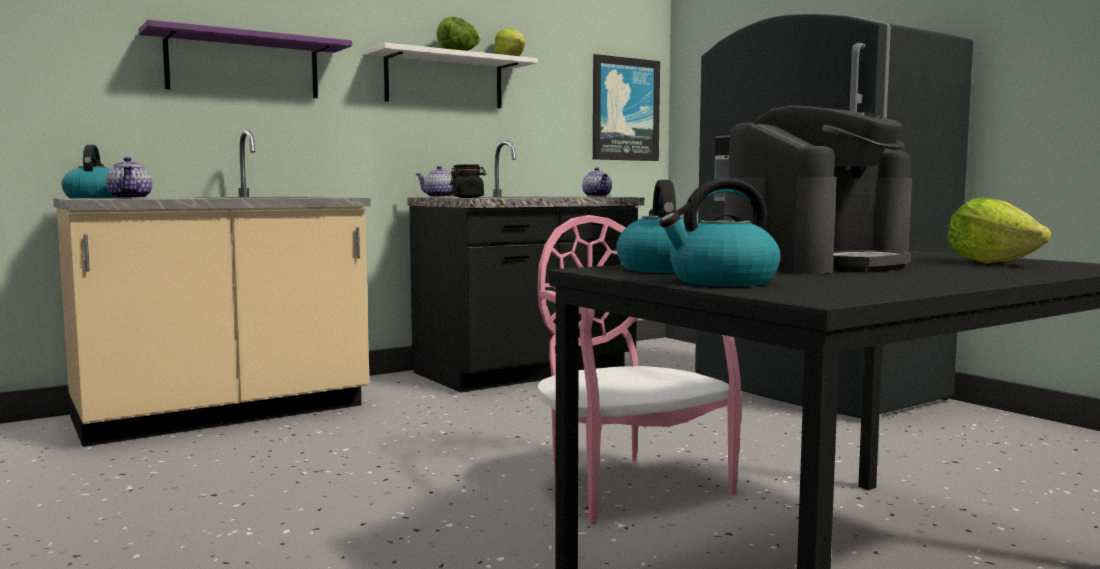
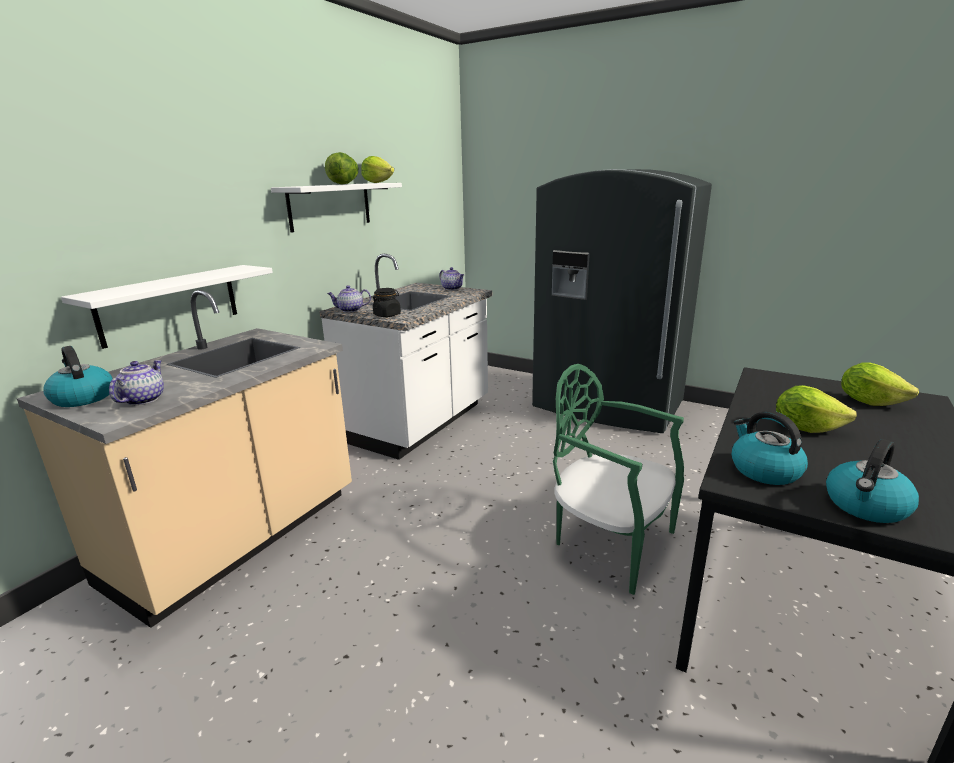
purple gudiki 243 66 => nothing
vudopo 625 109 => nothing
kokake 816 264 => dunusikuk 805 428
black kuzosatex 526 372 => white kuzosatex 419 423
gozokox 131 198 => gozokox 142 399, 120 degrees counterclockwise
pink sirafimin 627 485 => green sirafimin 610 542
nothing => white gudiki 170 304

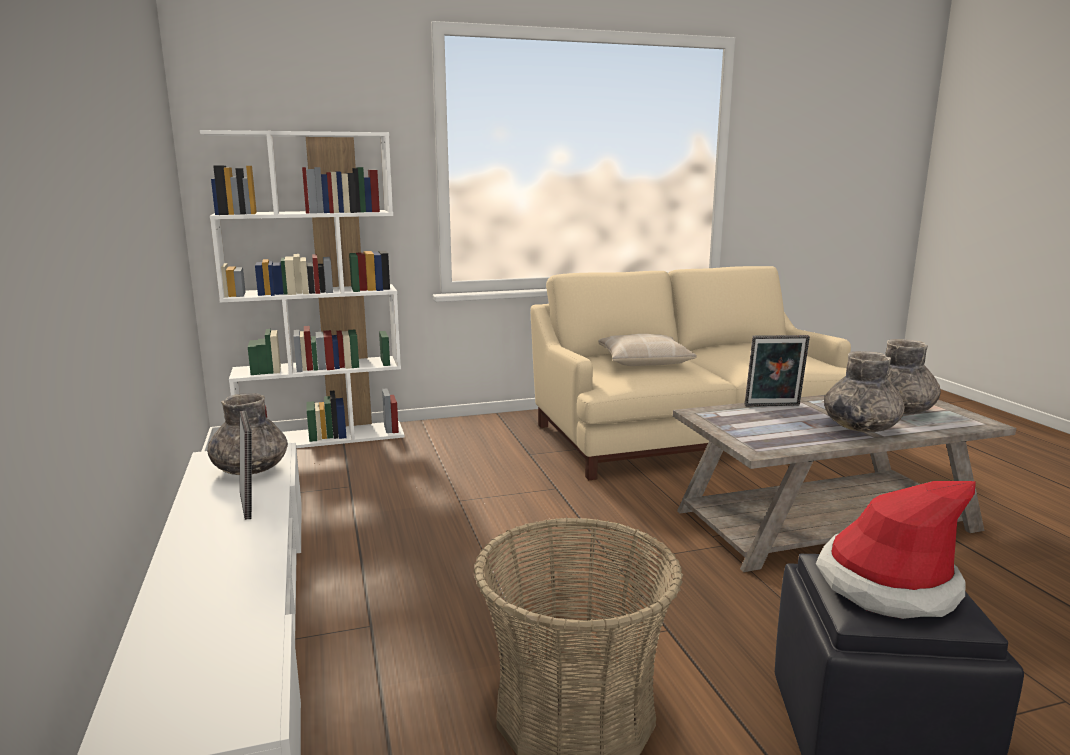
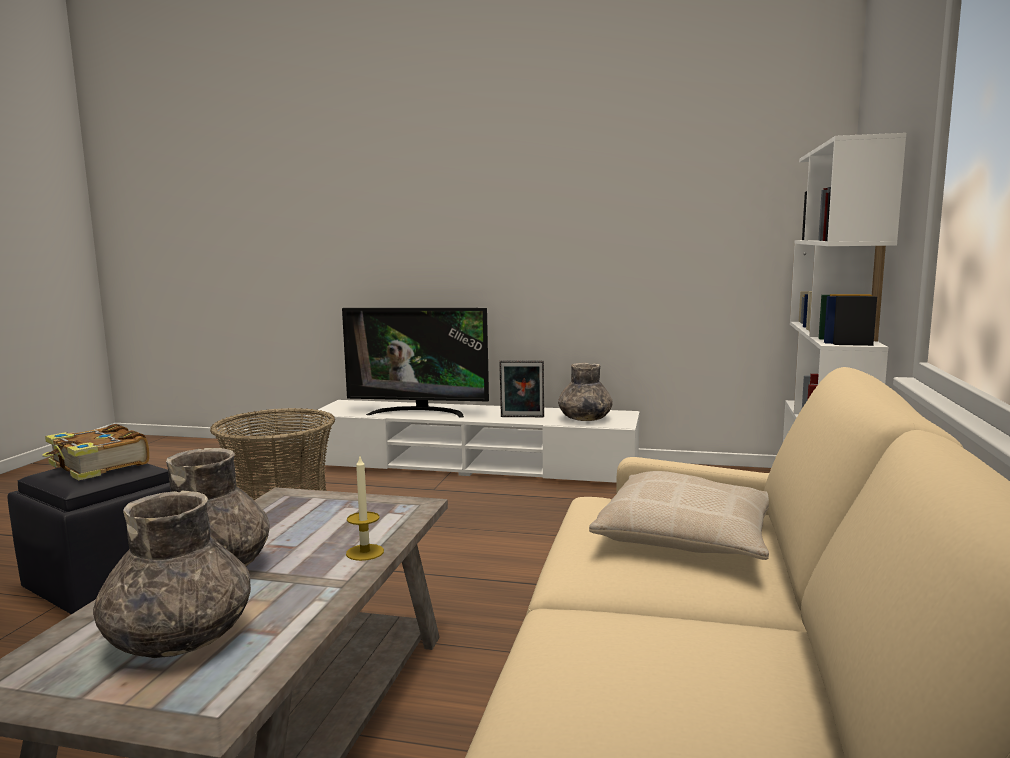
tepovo 773 406 => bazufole 365 552
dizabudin 887 584 => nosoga 98 466
nothing => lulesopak 419 412

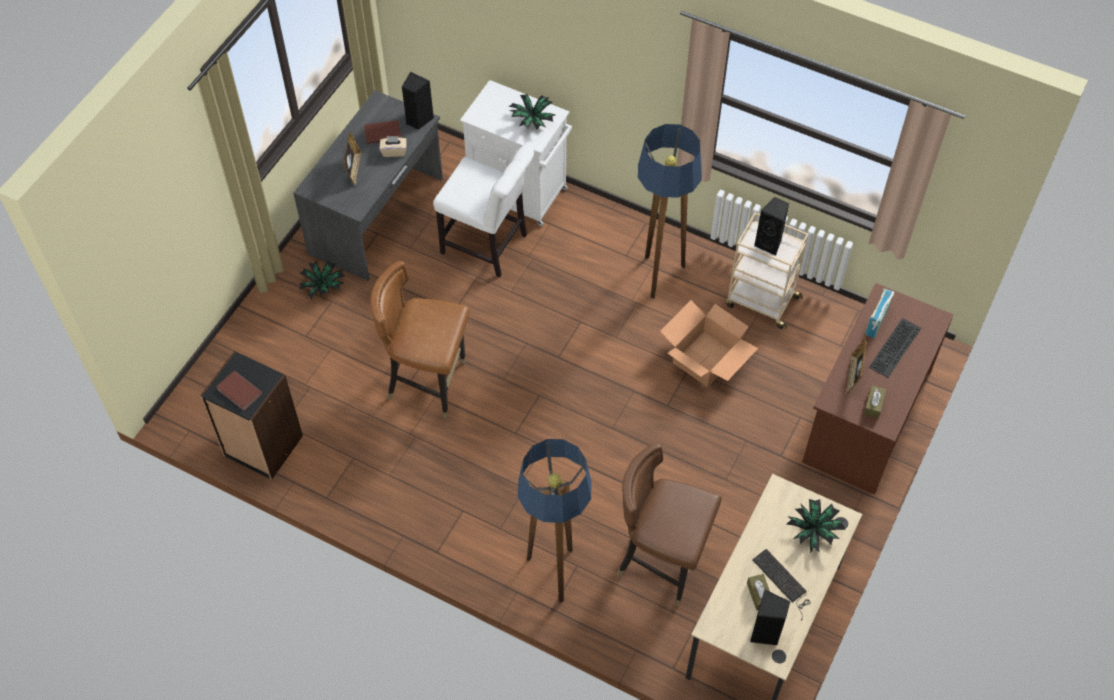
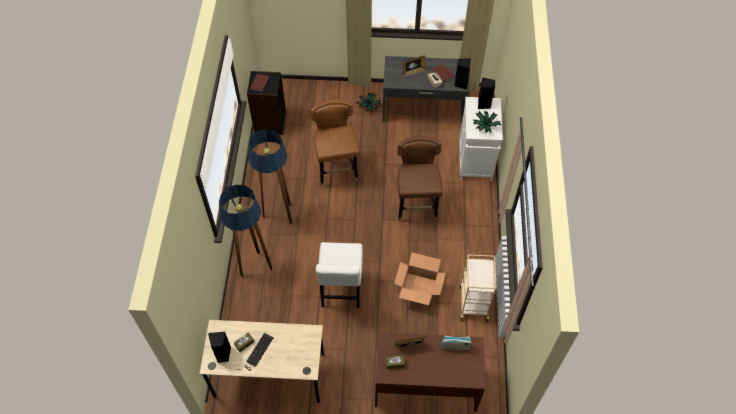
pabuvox 659 278 => pabuvox 278 215, shifted
white sirafimin 488 246 => white sirafimin 341 291, shifted
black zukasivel 769 243 => black zukasivel 484 104, shifted
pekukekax 896 349 => nothing
brown sirafimin 661 562 => brown sirafimin 416 206, shifted
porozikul 814 531 => nothing

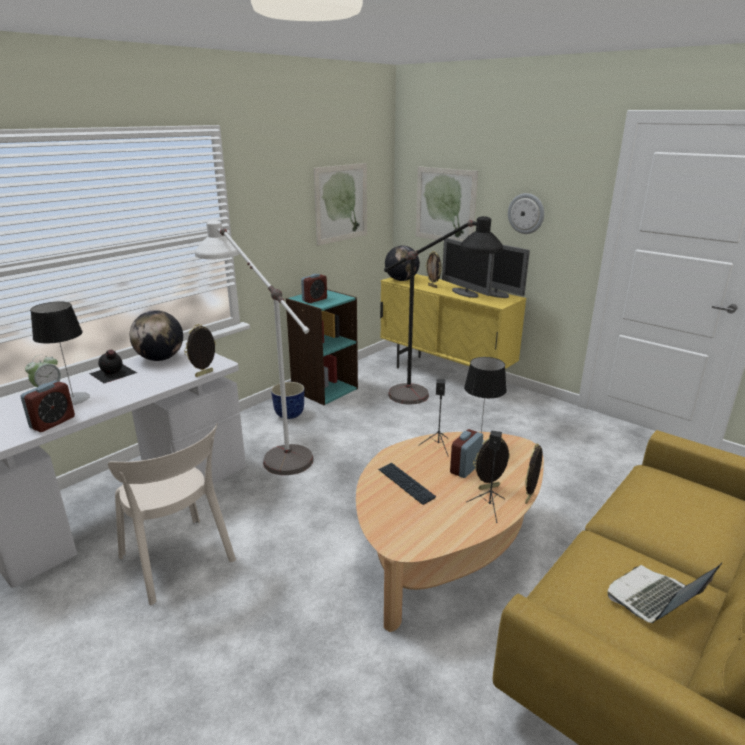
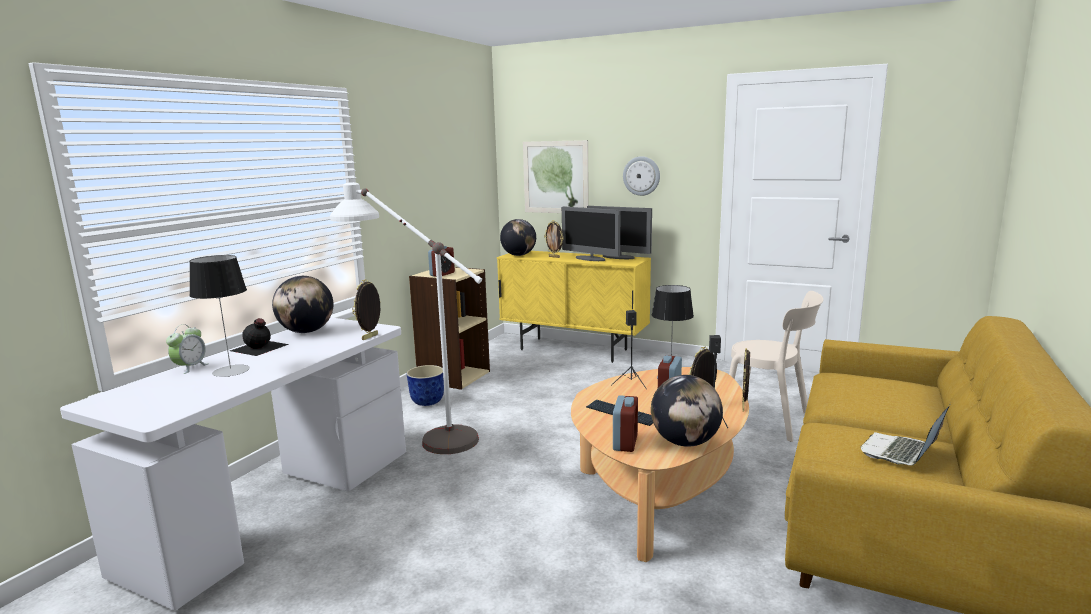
vudopo 341 203 => nothing
black pabuvox 431 404 => nothing
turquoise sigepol 324 389 => beige sigepol 453 376
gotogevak 53 422 => gotogevak 625 442, shifted
beige sirafimin 179 562 => beige sirafimin 770 421, shifted
nothing => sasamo 685 442

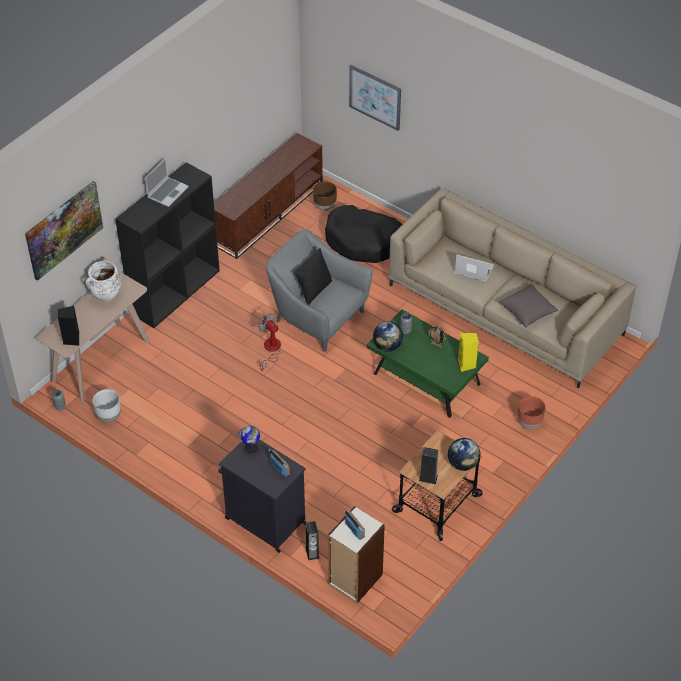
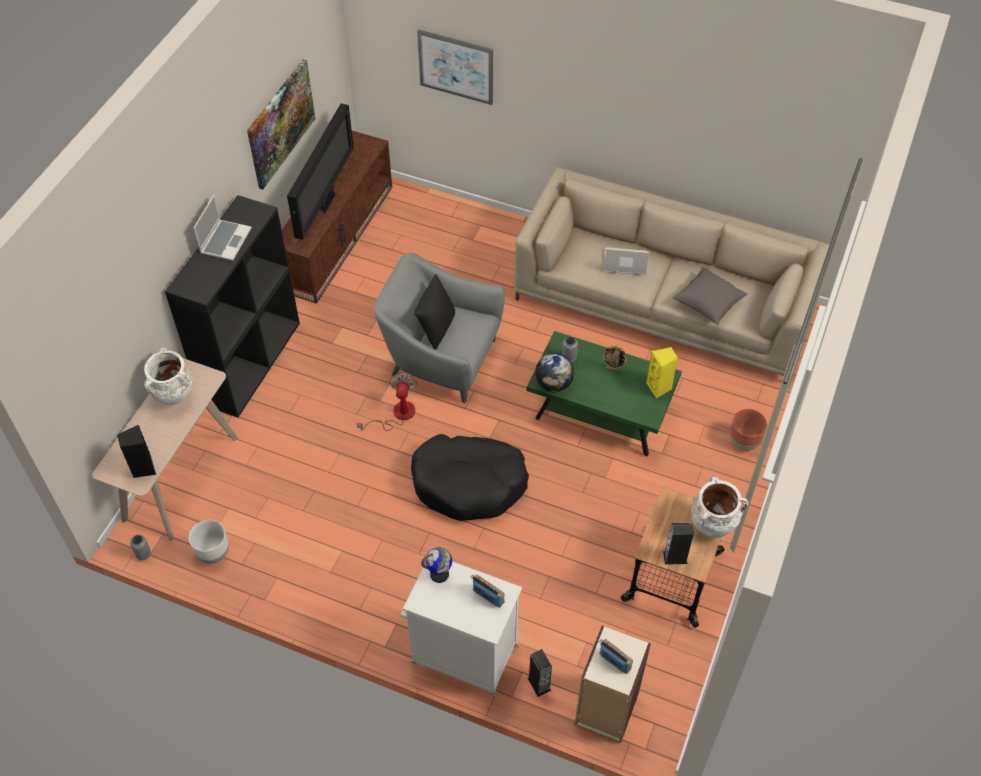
vudopo 64 229 => vudopo 280 123, shifted
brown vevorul 325 206 => nothing
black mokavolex 364 241 => black mokavolex 469 483, shifted
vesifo 270 350 => vesifo 397 415, 60 degrees clockwise
sasamo 463 464 => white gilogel 711 526
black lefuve 264 520 => white lefuve 462 653
nothing => lulesopak 327 201

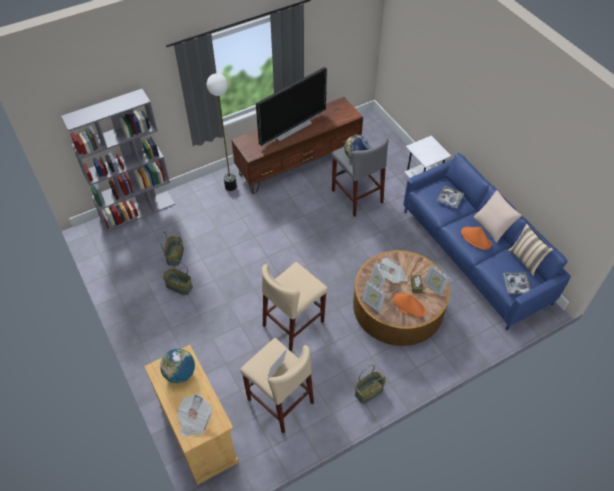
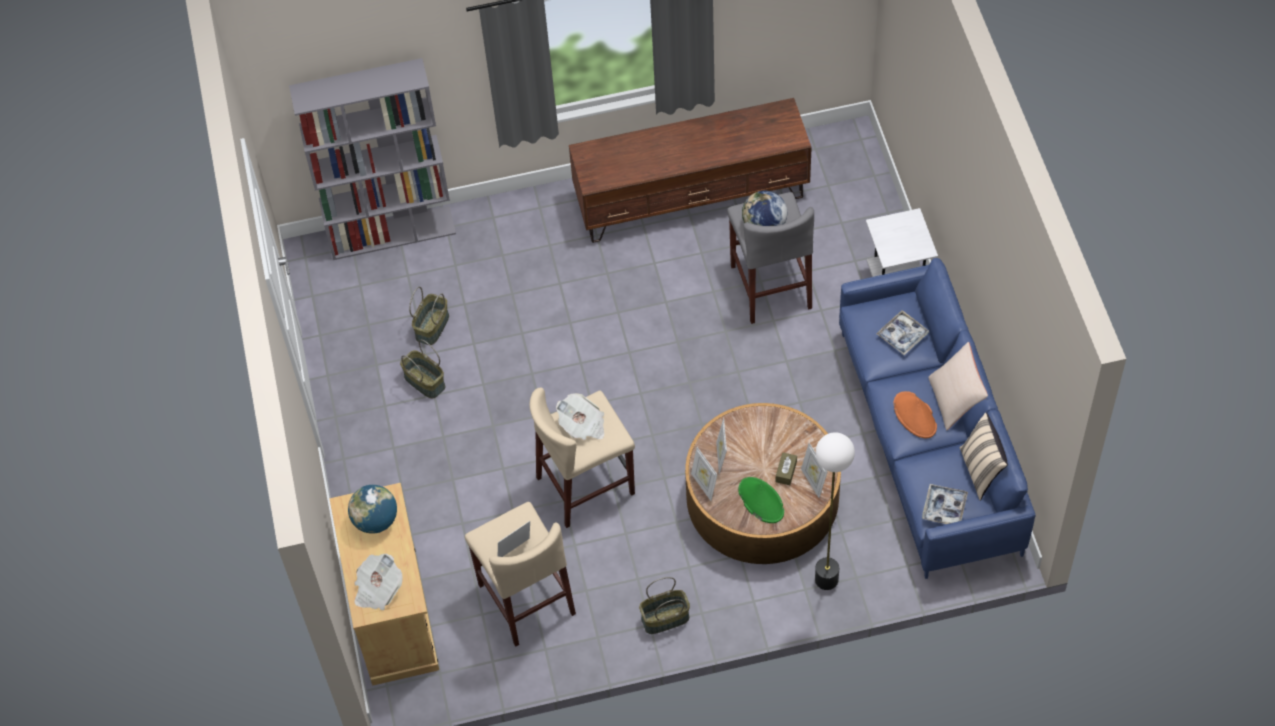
lulesopak 291 129 => nothing
pabuvox 230 186 => pabuvox 826 580, shifted
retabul 392 276 => retabul 582 425, shifted
orange dizabudin 408 305 => green dizabudin 760 500

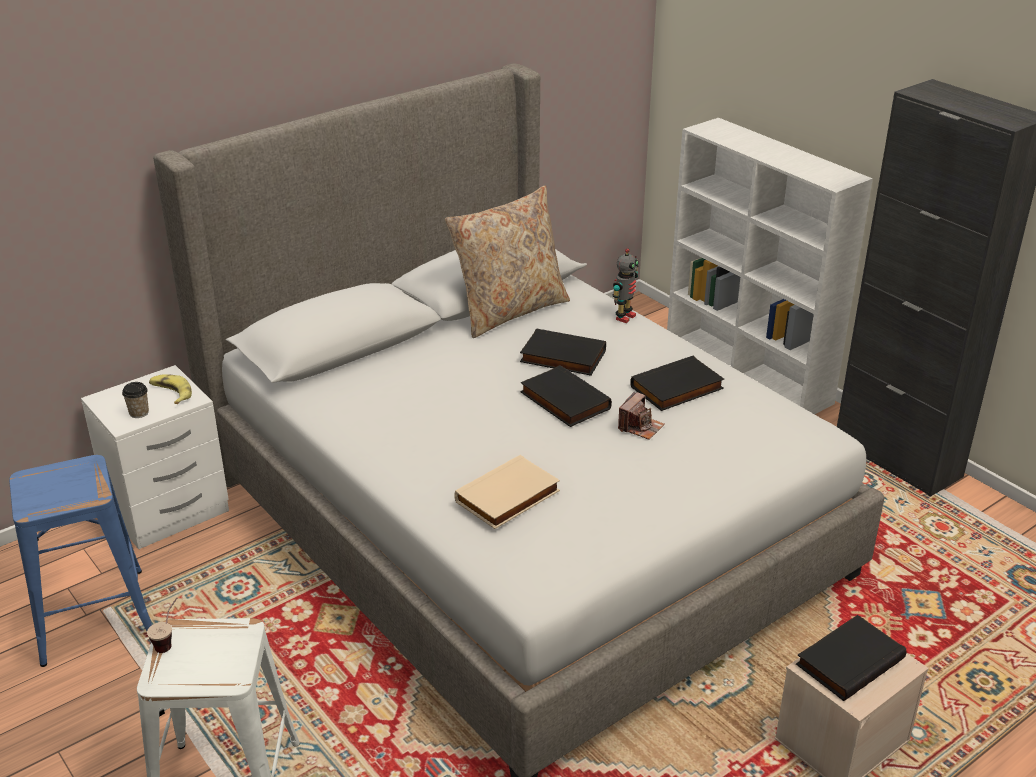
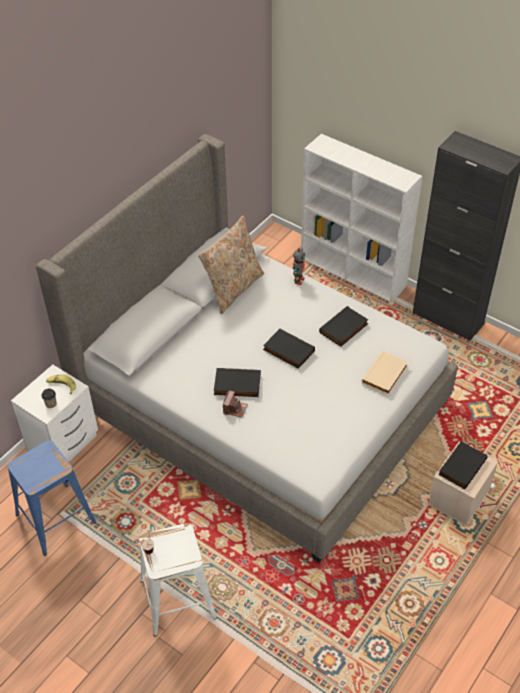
black nosoga 562 357 => black nosoga 237 385, shifted
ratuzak 640 427 => ratuzak 235 409, shifted
beige nosoga 508 498 => beige nosoga 385 375, shifted

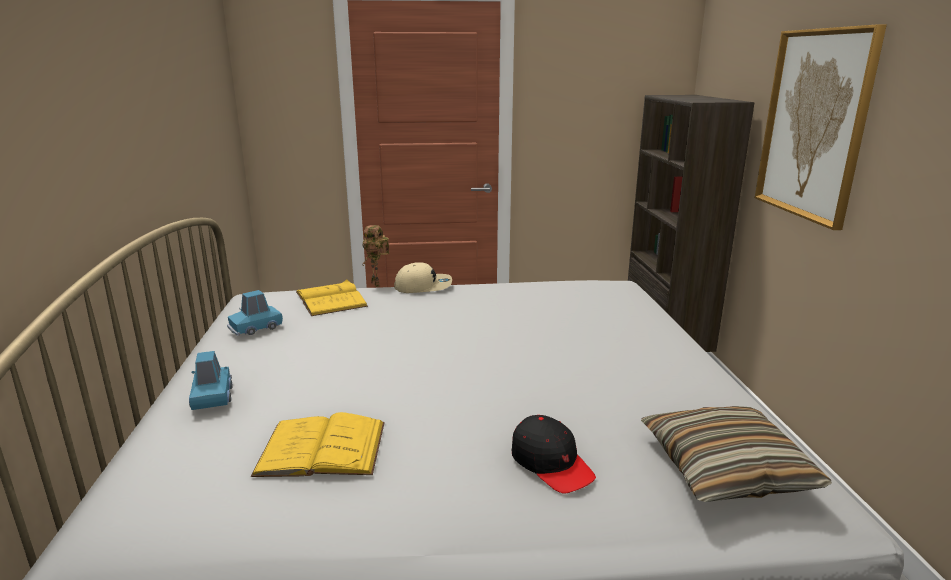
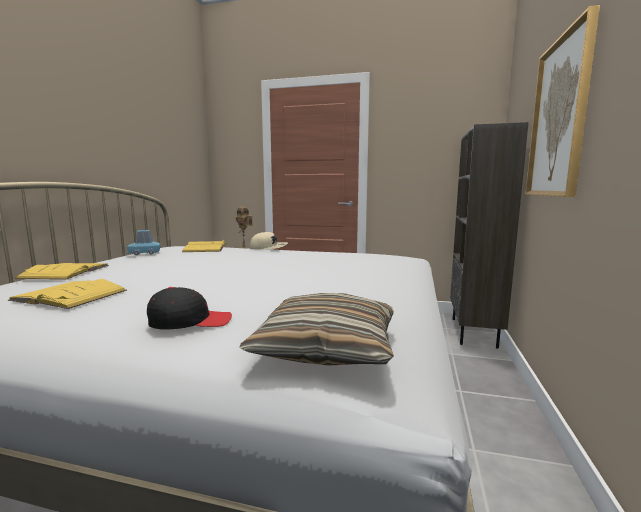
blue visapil 212 396 => yellow nosoga 65 271
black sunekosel 551 464 => black sunekosel 190 322, 90 degrees counterclockwise

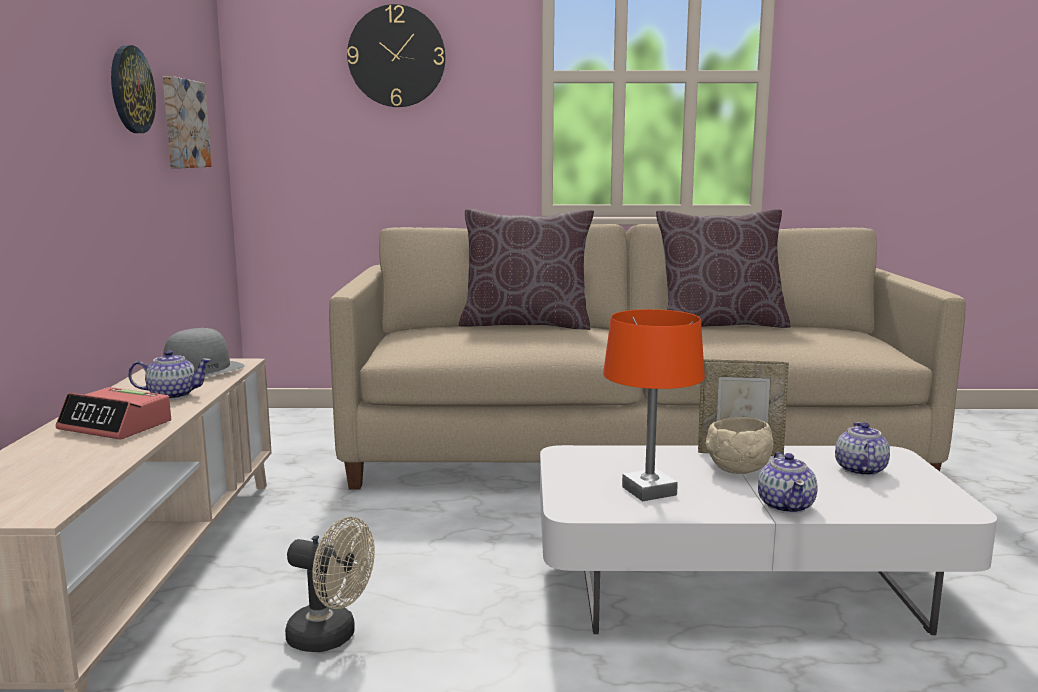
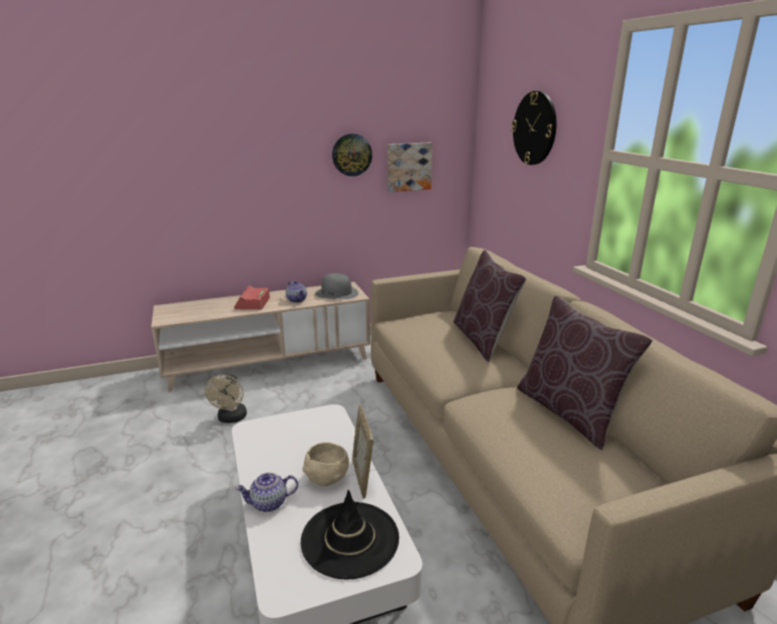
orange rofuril 649 491 => nothing
gozokox 859 470 => black dizabudin 350 539

